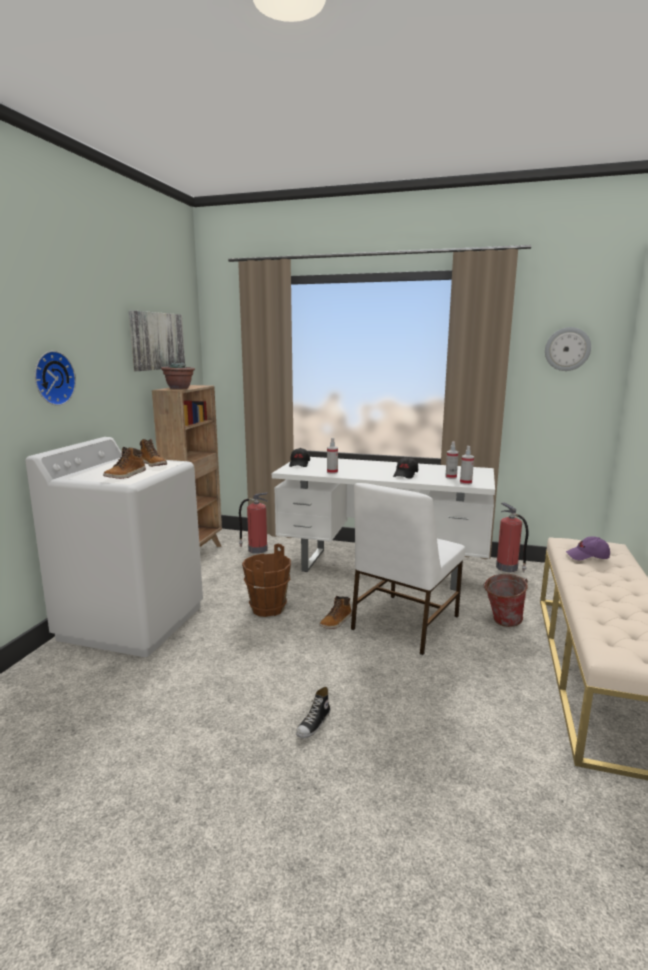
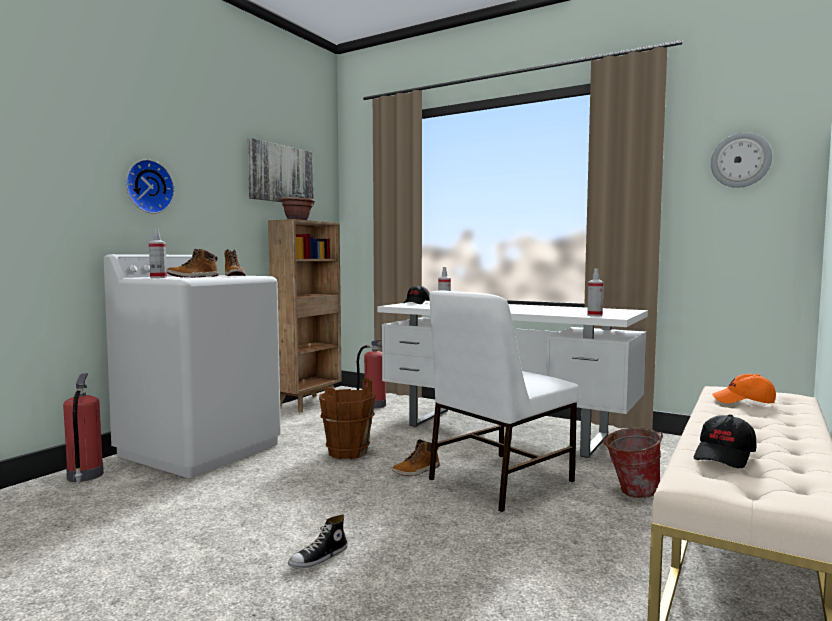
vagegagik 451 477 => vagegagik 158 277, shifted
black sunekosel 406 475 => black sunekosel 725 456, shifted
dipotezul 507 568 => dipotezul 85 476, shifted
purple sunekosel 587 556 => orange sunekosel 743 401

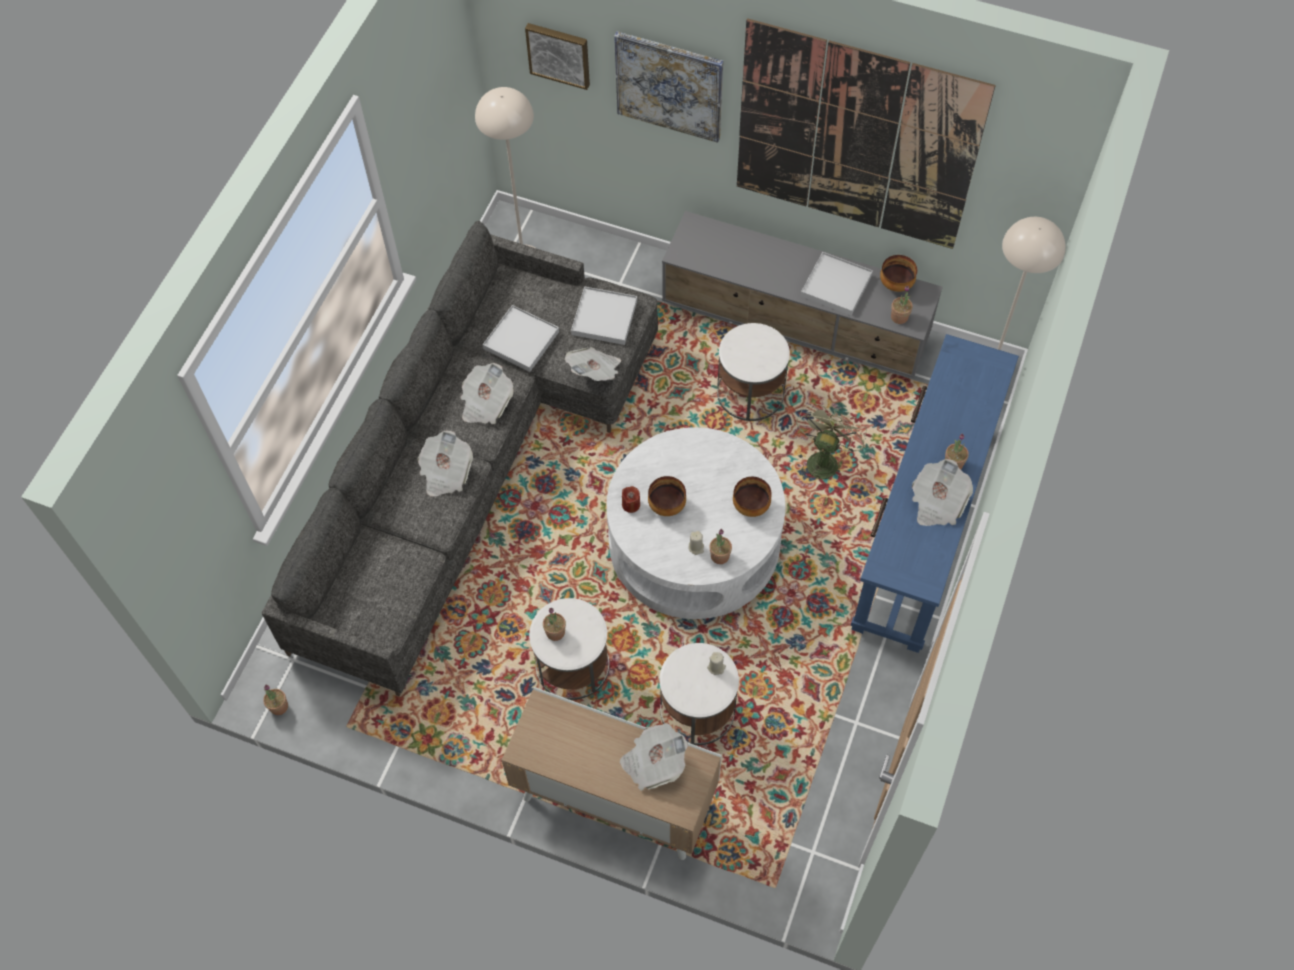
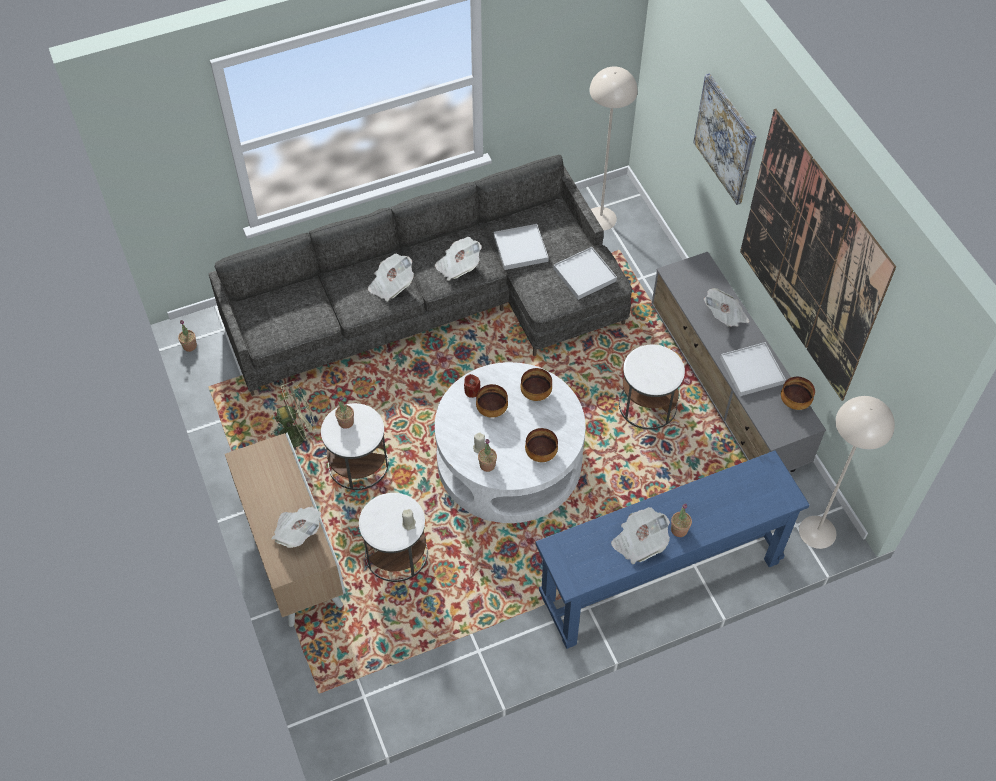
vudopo 559 54 => nothing
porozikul 899 317 => nothing
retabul 595 372 => retabul 725 316, shifted
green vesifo 823 459 => green vesifo 297 434, shifted
nothing => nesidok 535 393

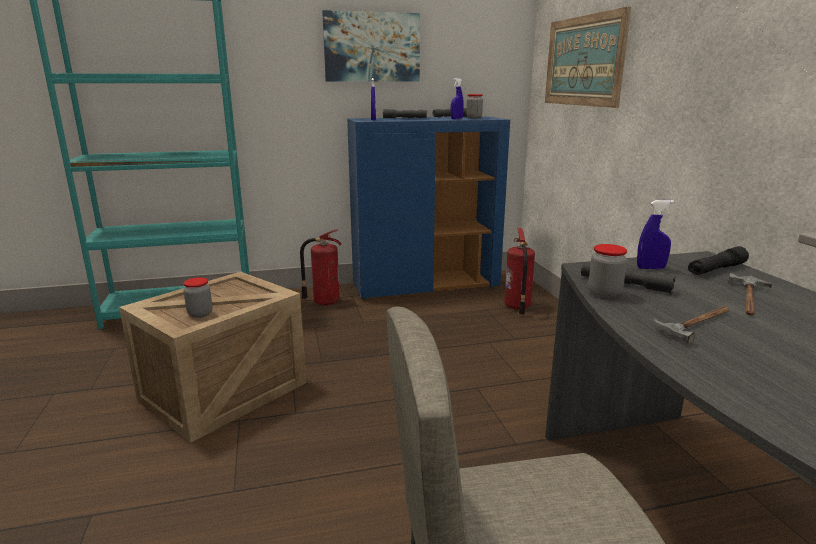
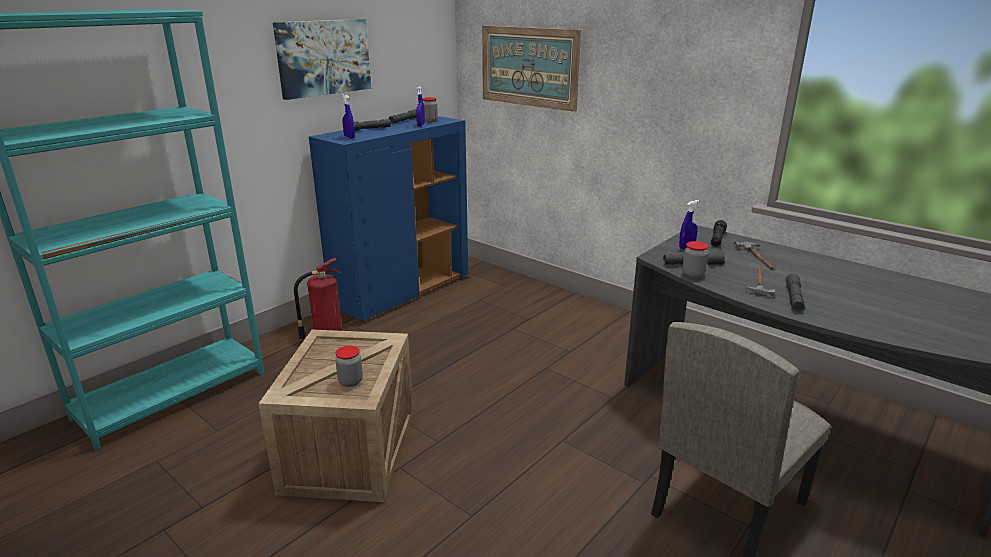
dipotezul 517 307 => nothing
nothing => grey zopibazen 793 298

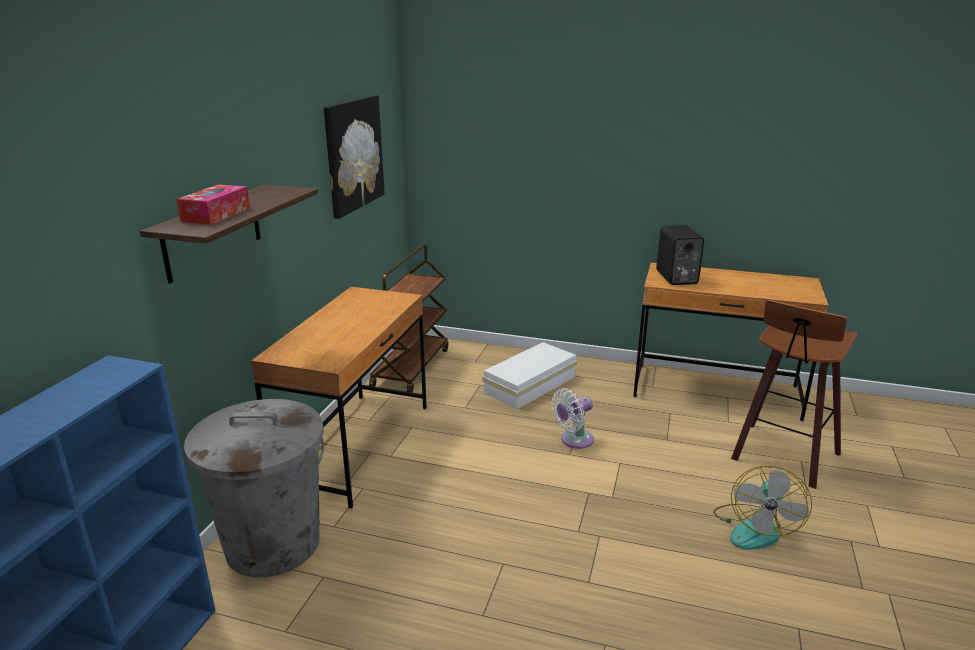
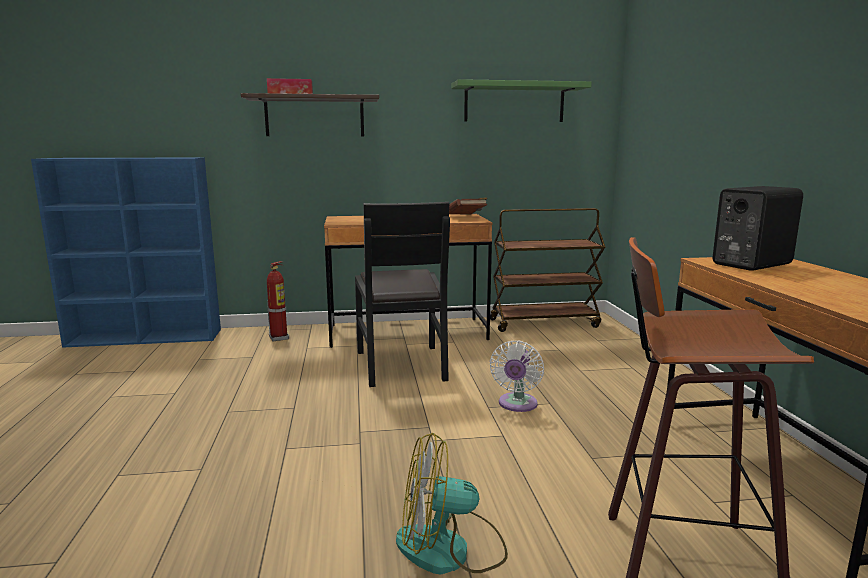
vudopo 353 154 => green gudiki 514 103
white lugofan 532 385 => nothing
white vesifo 574 440 => white vesifo 517 405, 105 degrees counterclockwise
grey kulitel 272 543 => dipotezul 279 338
nothing => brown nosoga 465 217
nothing => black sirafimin 402 365

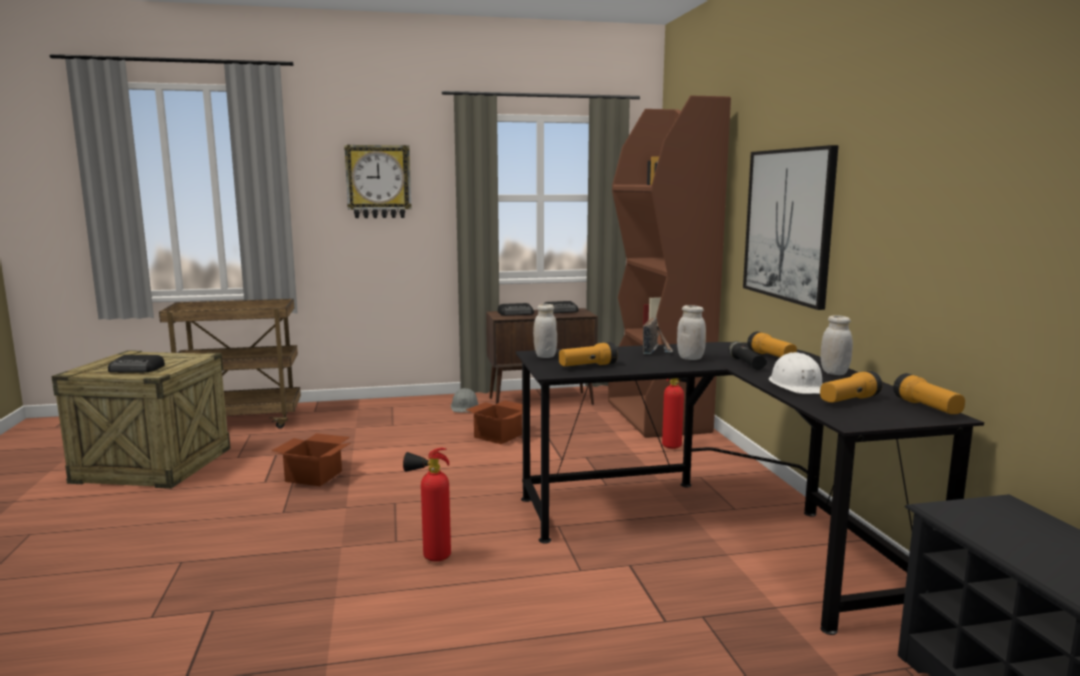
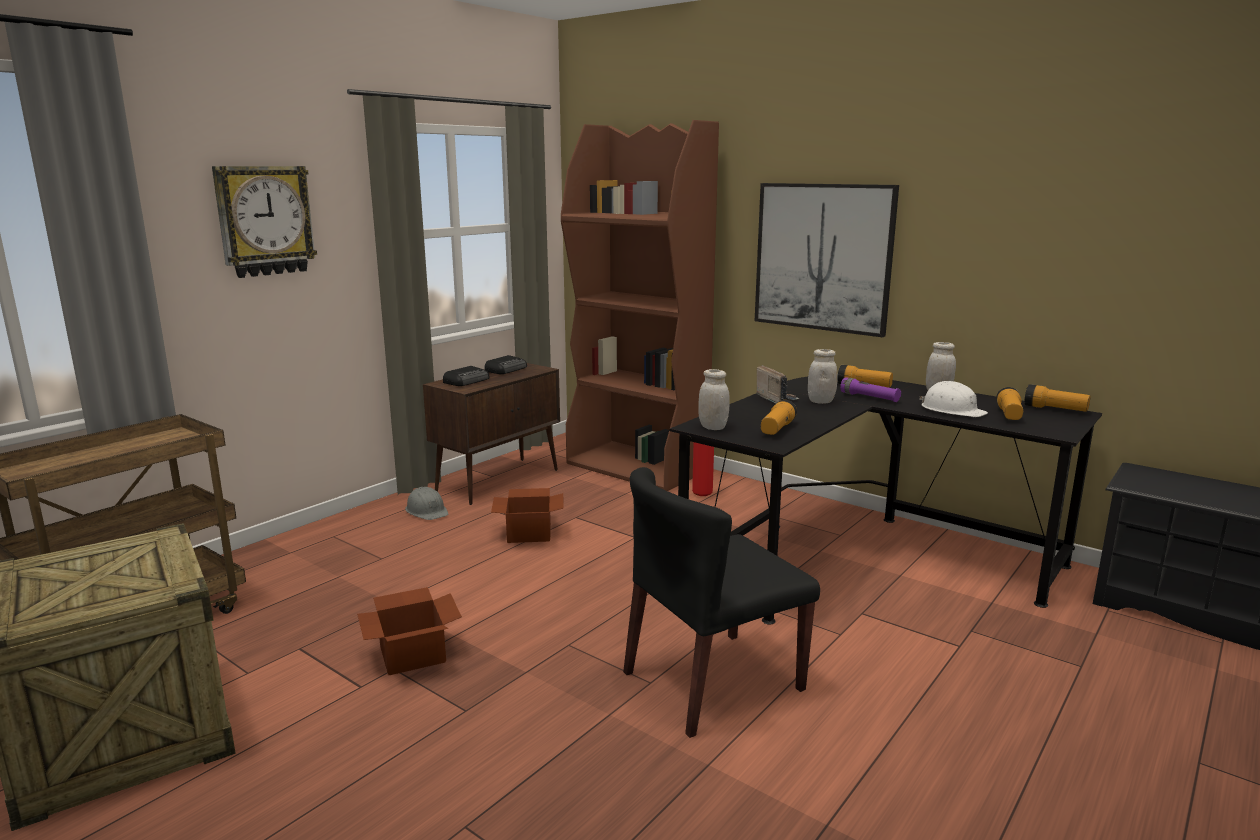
black zopibazen 746 363 => purple zopibazen 869 398
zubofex 137 369 => nothing
dipotezul 430 557 => black sirafimin 712 682

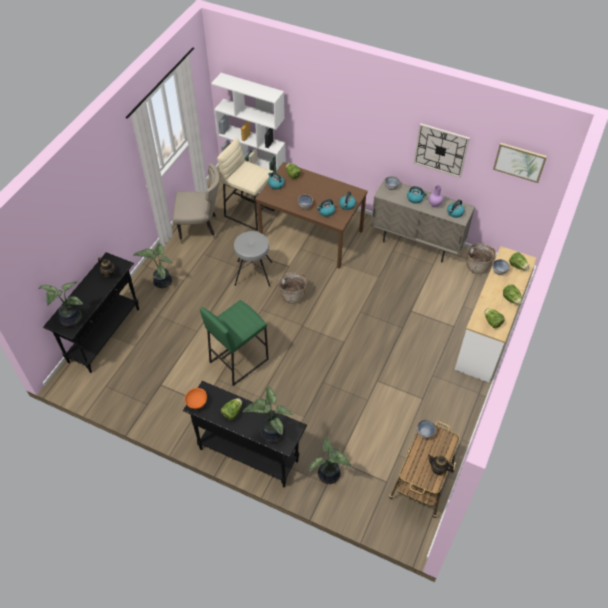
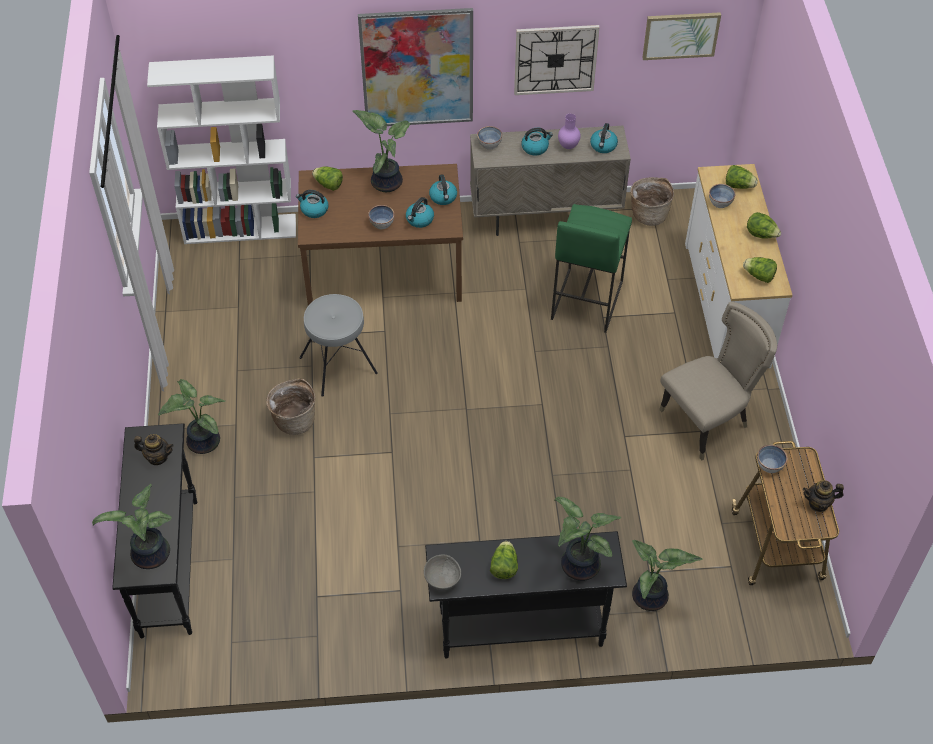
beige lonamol 249 213 => nothing
beige sirafimin 201 229 => beige sirafimin 708 420, shifted
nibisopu 293 295 => nibisopu 294 419, shifted
green lonamol 238 360 => green lonamol 586 300, shifted
orange nesidok 197 402 => grey nesidok 442 578
nothing => vudopo 417 68
nothing => porozikul 386 181

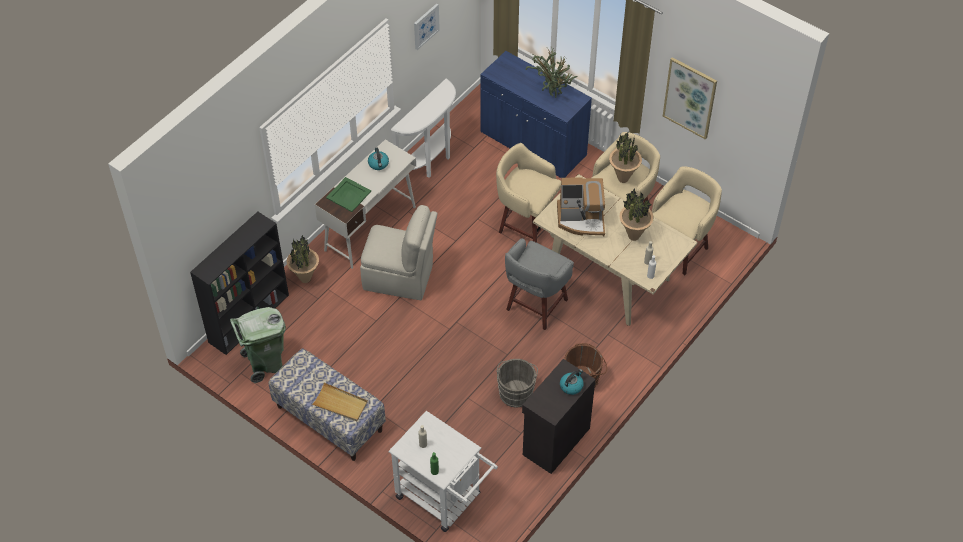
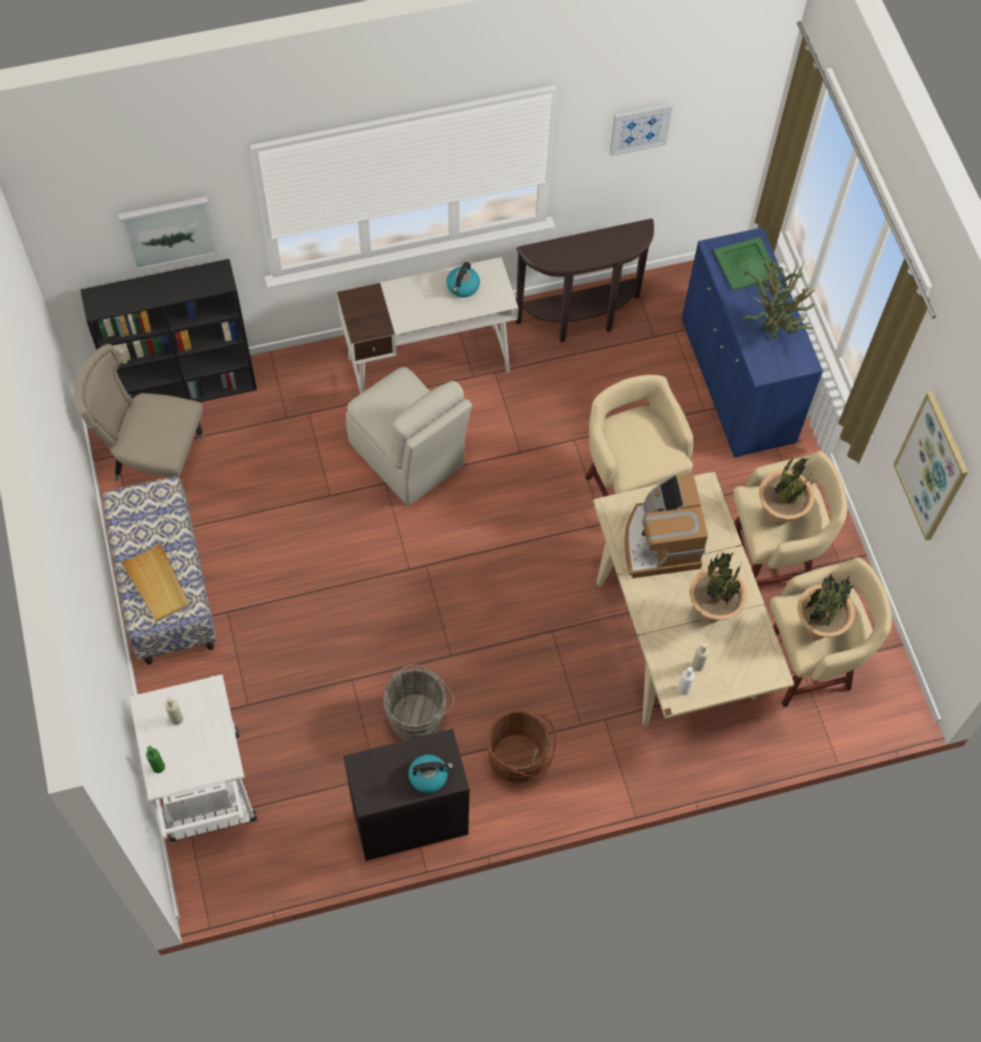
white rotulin 430 161 => brown rotulin 582 320
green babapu 348 194 => green babapu 746 263, shifted
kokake 581 219 => kokake 660 541, 45 degrees clockwise
porozikul 305 279 => porozikul 815 632, shifted
grey lonamol 535 306 => nothing
green kulitel 265 363 => beige sirafimin 154 461
nothing => vudopo 169 231

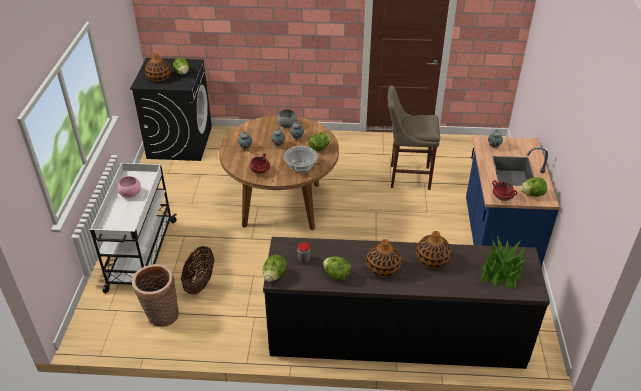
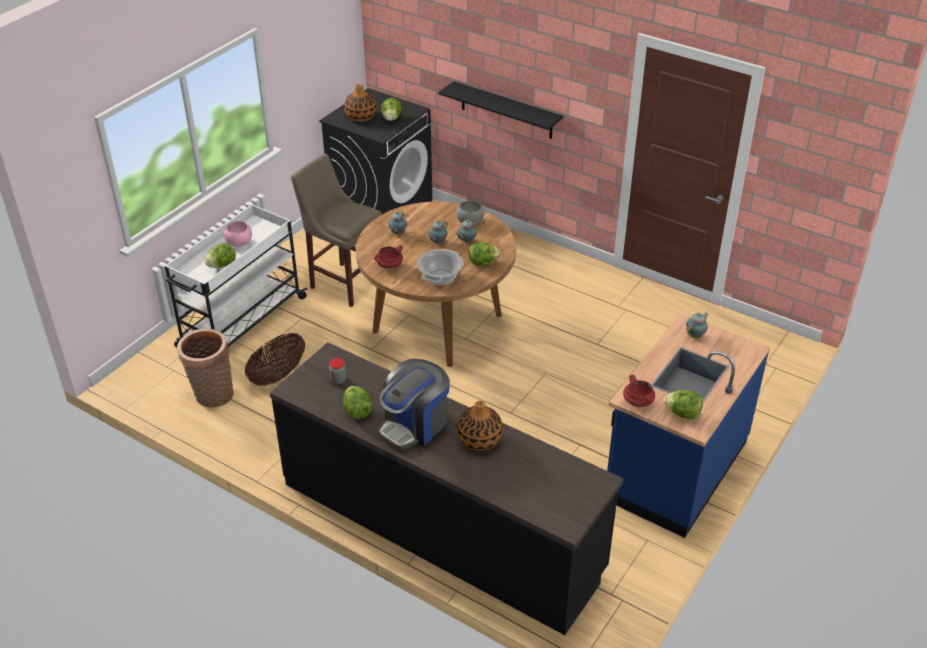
beige lonamol 407 176 => beige lonamol 344 283, shifted
porozikul 501 272 => nothing
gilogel 383 268 => kokake 414 425
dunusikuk 274 275 => dunusikuk 222 265, shifted
nothing => black gudiki 506 110

